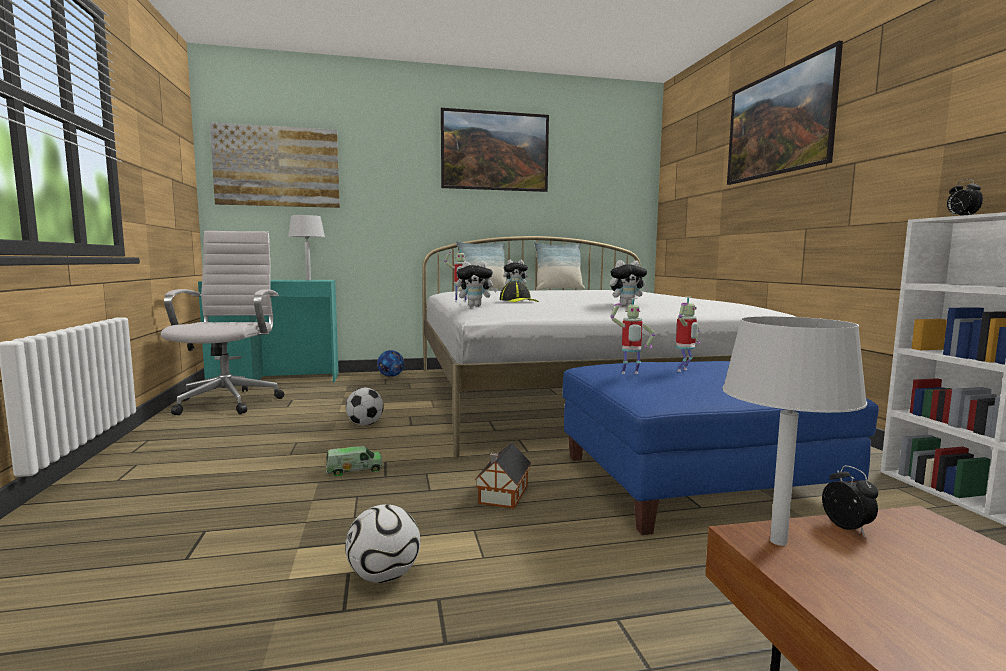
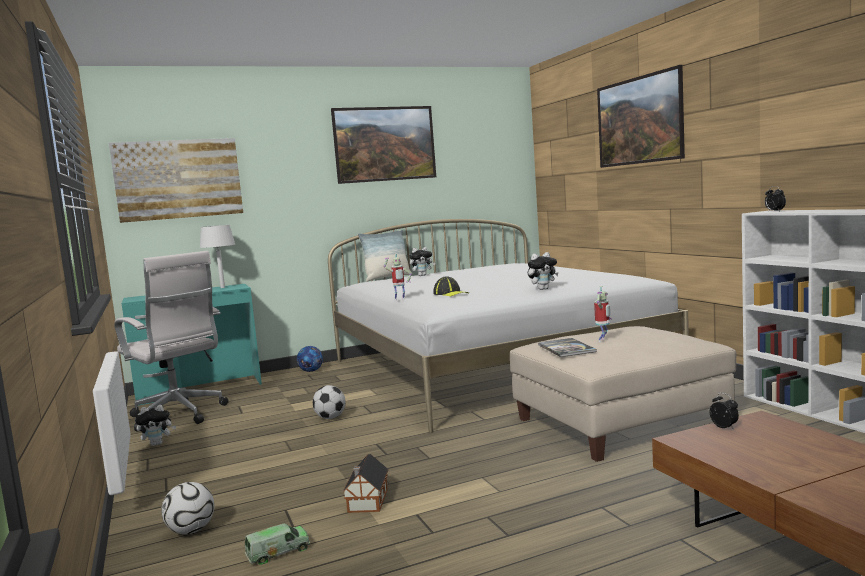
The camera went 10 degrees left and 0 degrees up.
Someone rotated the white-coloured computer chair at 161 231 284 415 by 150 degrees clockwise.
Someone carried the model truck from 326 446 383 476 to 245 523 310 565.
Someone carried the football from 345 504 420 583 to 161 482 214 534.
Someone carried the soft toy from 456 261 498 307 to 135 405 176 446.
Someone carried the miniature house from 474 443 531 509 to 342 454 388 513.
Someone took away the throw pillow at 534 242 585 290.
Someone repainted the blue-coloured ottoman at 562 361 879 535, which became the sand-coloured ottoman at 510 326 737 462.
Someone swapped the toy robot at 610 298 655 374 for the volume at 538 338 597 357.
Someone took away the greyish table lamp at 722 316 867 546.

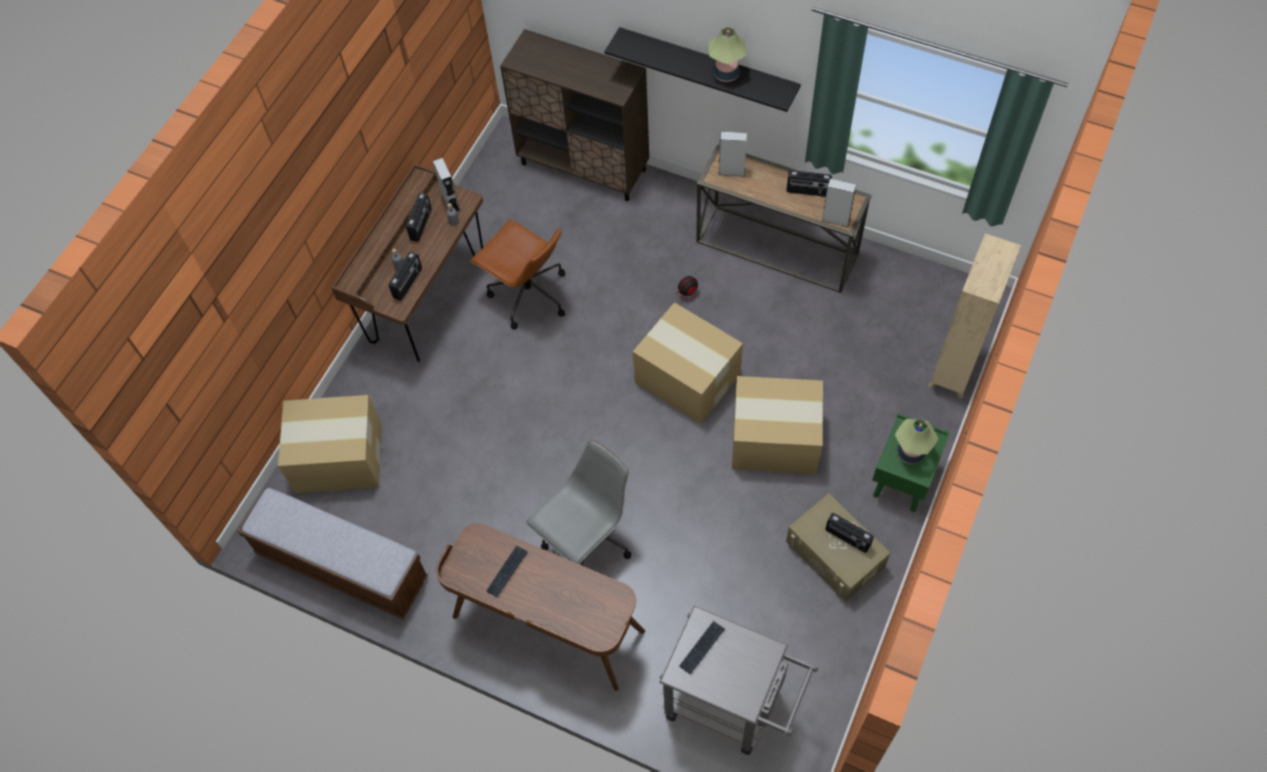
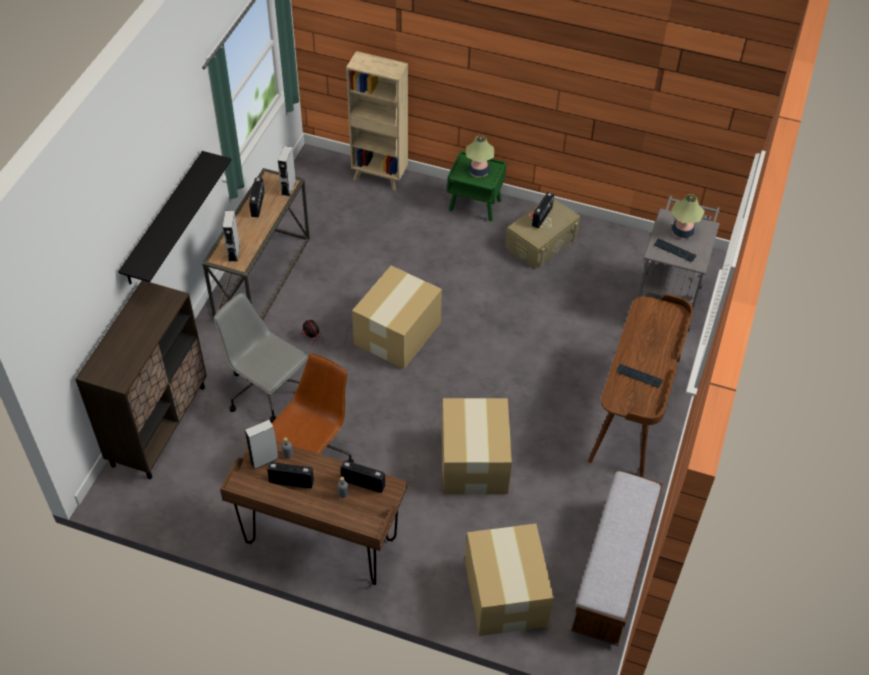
The camera went 100 degrees left and 10 degrees down.
Someone carried the greyish computer chair from 526 440 631 566 to 214 293 308 423.
Someone carried the table lamp from 709 27 746 82 to 671 194 704 239.
Someone carried the carton from 732 376 823 474 to 442 398 512 494.

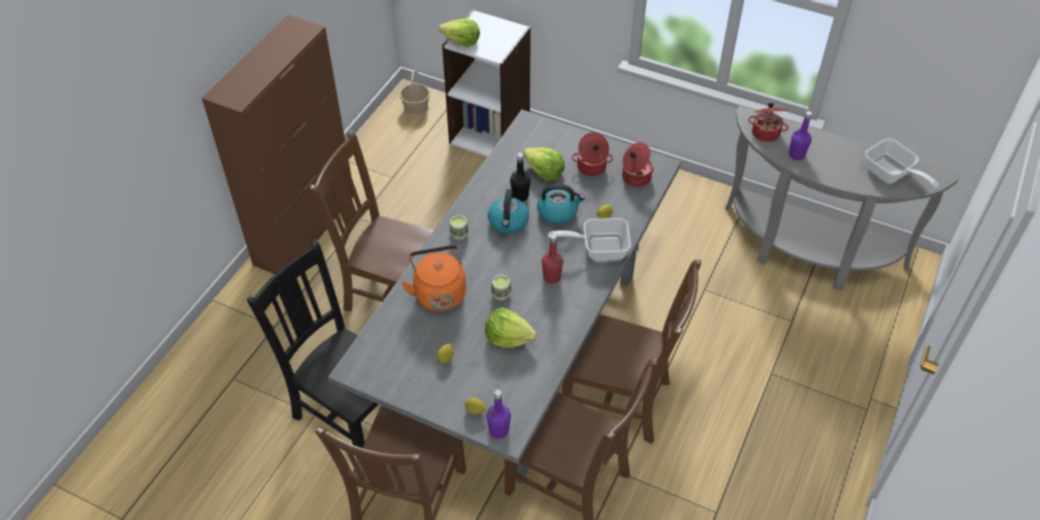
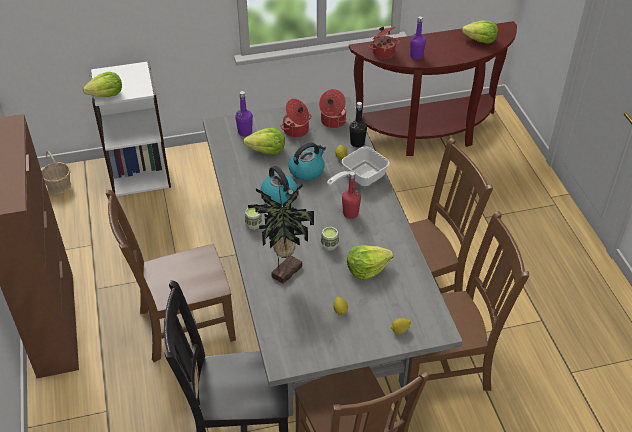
The camera went 40 degrees left and 5 degrees down.
Someone swapped the orange-coloured water kettle at 401 245 466 312 for the potted plant at 248 181 314 284.
Someone carried the purple drink bottle from 486 390 511 439 to 235 91 253 137.
Someone carried the blackish drink bottle from 510 153 530 202 to 350 102 367 147.
Someone repainted the greyish console table at 725 106 961 290, which became the brownish console table at 349 21 517 156.
Someone swapped the frying pan at 865 139 939 189 for the lettuce at 462 21 498 44.

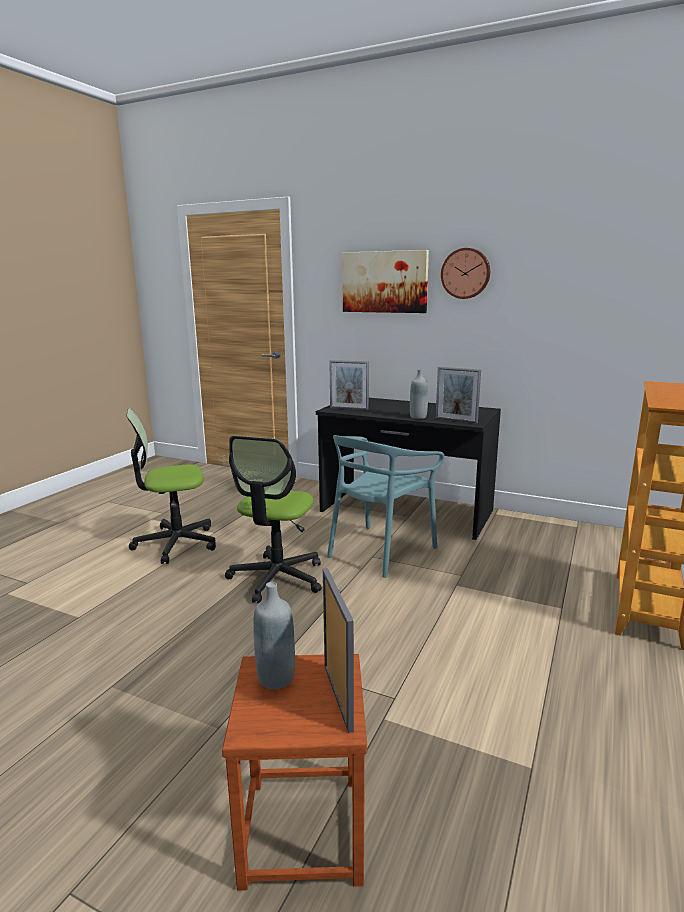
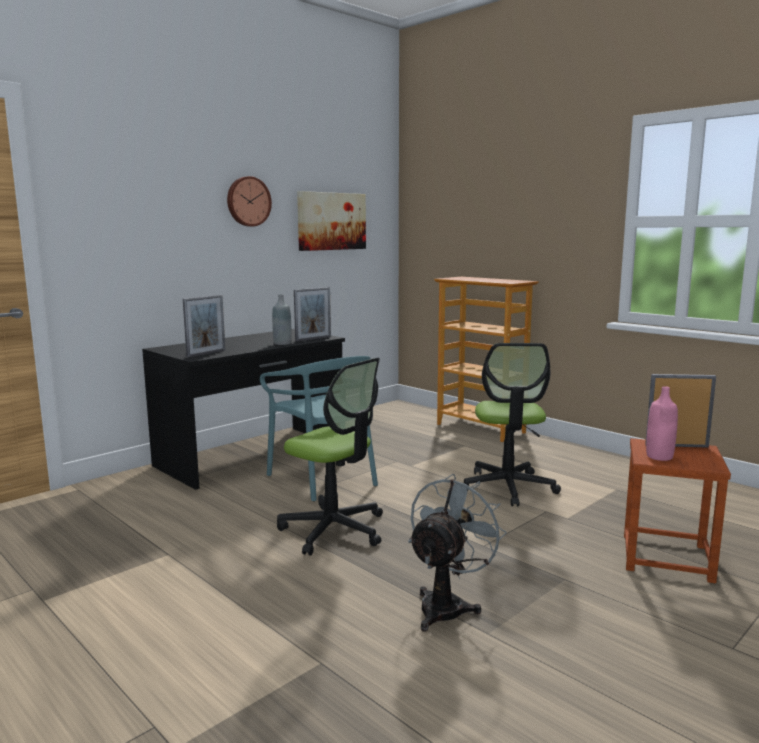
The camera went 70 degrees left and 5 degrees down.
Someone carried the computer chair from 126 408 216 564 to 464 343 561 507.
Someone repainted the greyish drink bottle at 253 582 295 689, which became the pinkish drink bottle at 646 386 678 461.
Someone carried the wall art from 342 250 429 313 to 297 191 366 251.
Someone put down the greyish electric fan at 408 474 507 632.

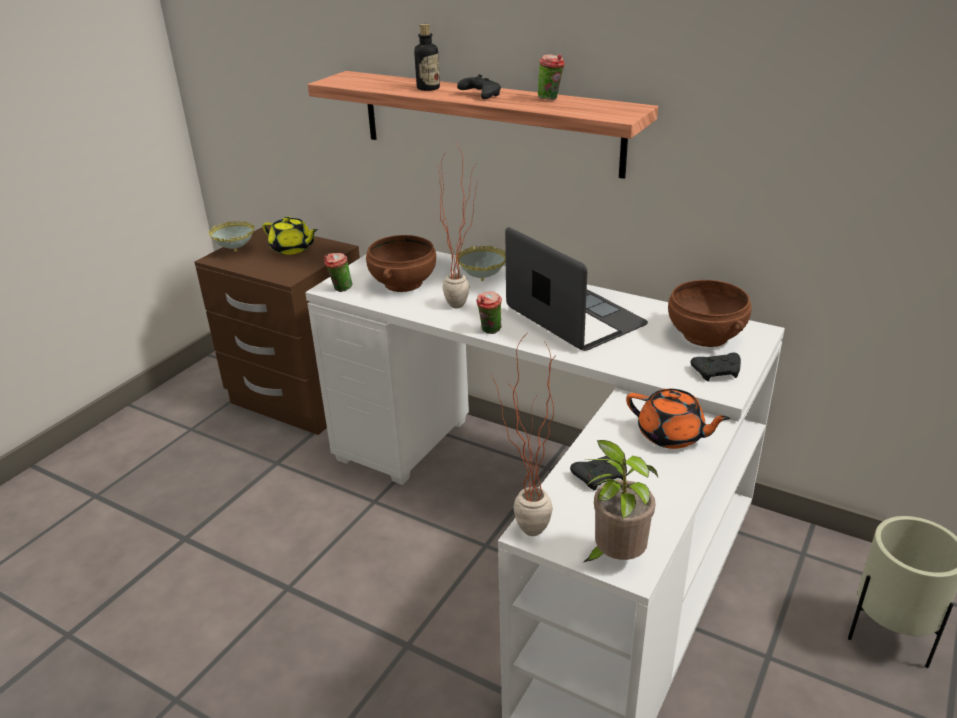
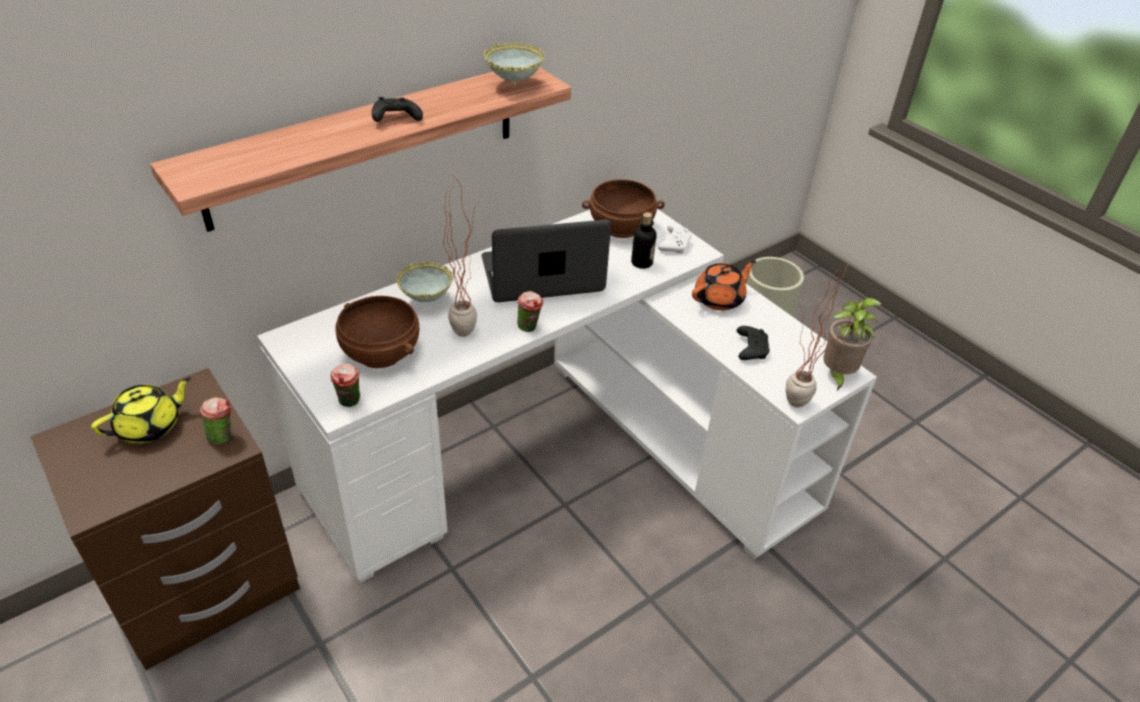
The camera went 70 degrees left and 10 degrees up.
Someone carried the serving bowl from 208 221 254 252 to 484 42 545 86.
Someone carried the drink bottle from 414 24 440 91 to 631 212 657 269.
Someone carried the small cup from 538 54 565 100 to 200 397 231 444.
Someone repainted the blackish joypad at 691 353 741 381, which became the white-coloured joypad at 658 224 692 253.

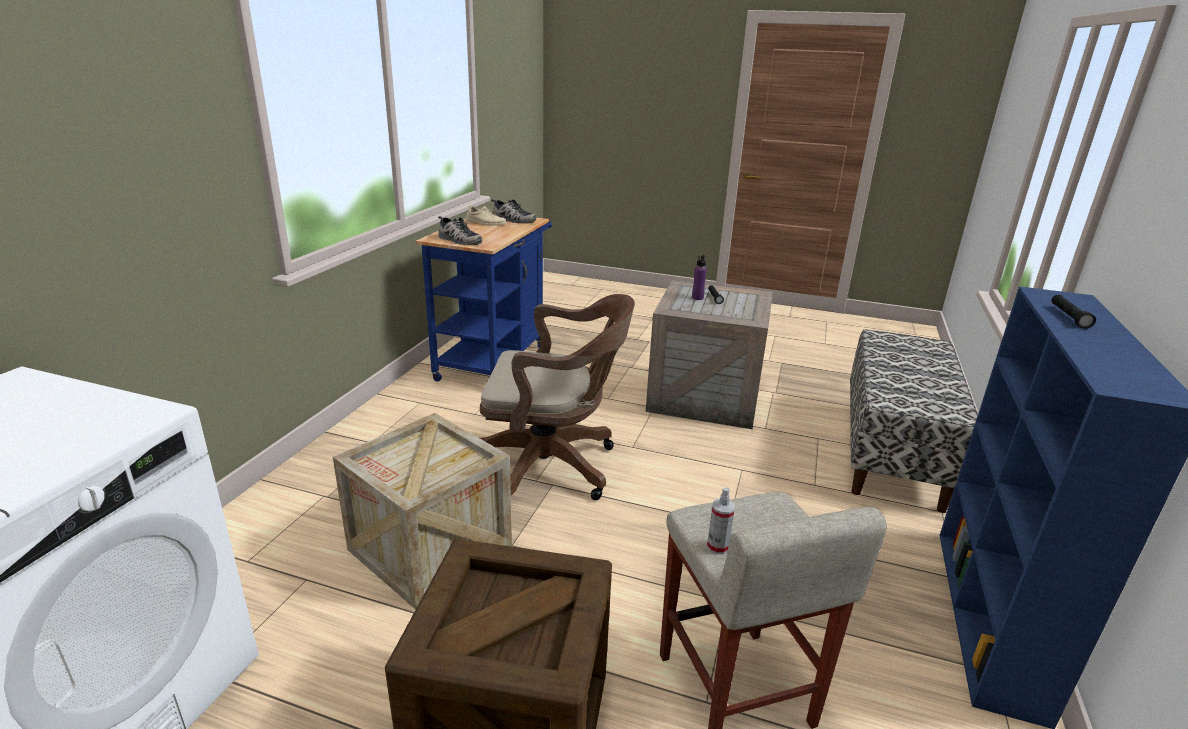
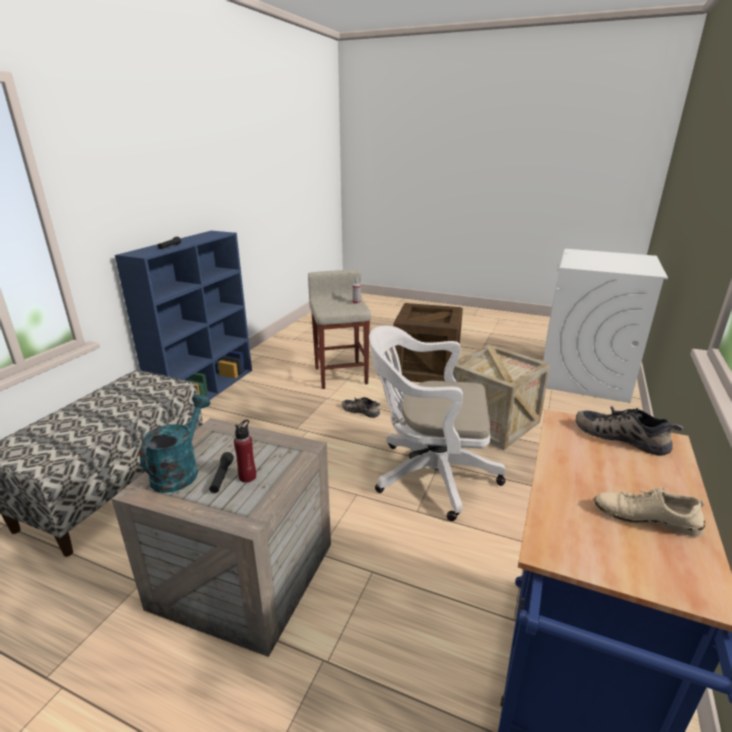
The camera went 175 degrees left and 0 degrees up.
Someone repainted the brownish computer chair at 480 294 635 500, which became the white-coloured computer chair at 369 326 505 521.
Someone carried the shoe from 491 199 536 223 to 342 397 381 418.
Someone repainted the purple drink bottle at 692 255 707 300, which became the red-coloured drink bottle at 234 420 256 483.
Someone put down the blue-green sprinkling can at 139 395 210 493.

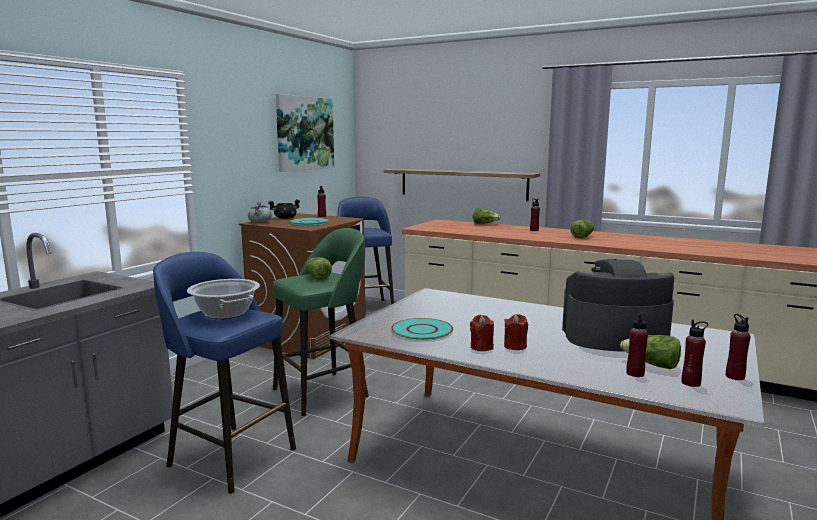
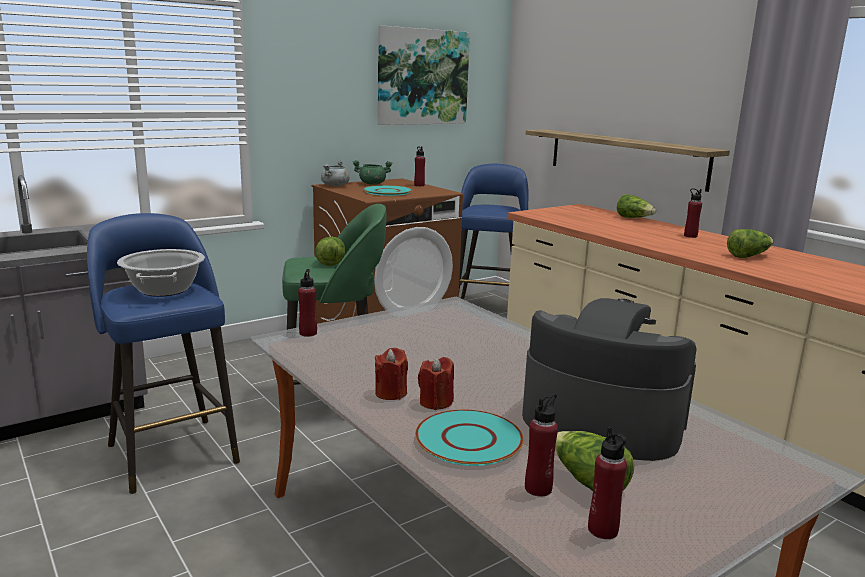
The camera went 25 degrees right and 5 degrees up.
Someone repainted the blackish stockpot at 268 199 300 219, which became the greenish stockpot at 353 160 392 185.
Someone carried the blue-green flat dish from 391 318 453 341 to 415 410 524 466.
Someone carried the red-coloured drink bottle from 726 314 751 380 to 298 269 317 337.

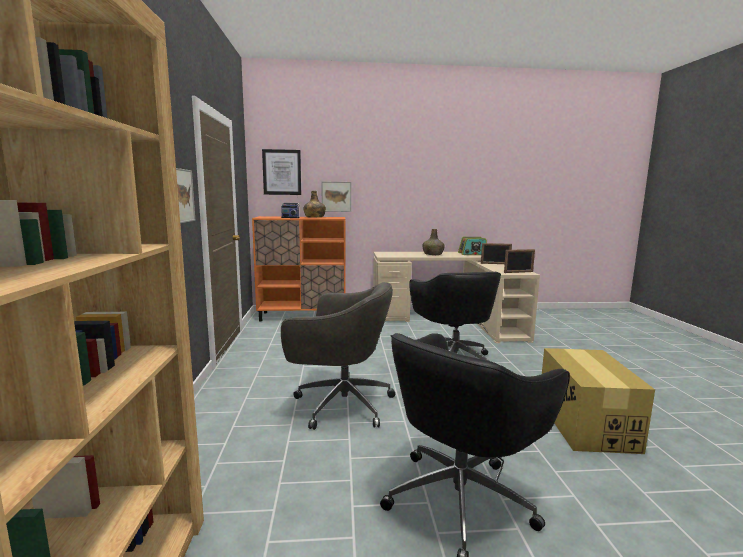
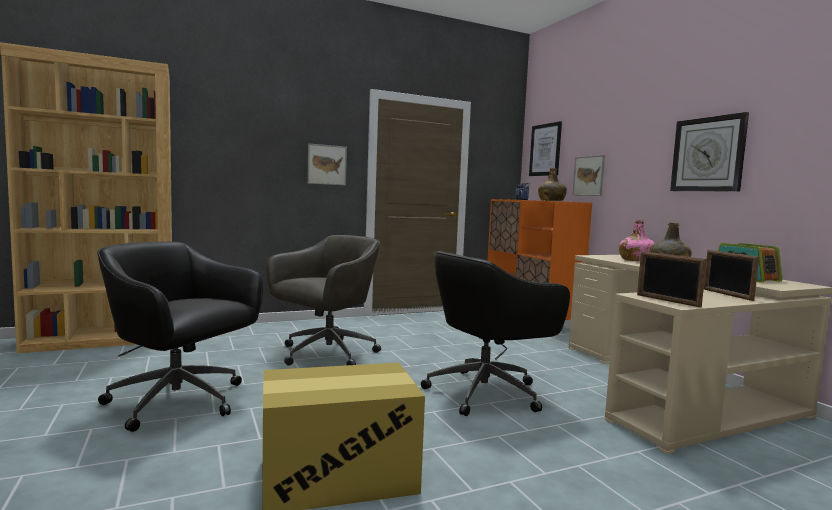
The camera went 70 degrees right and 5 degrees down.
Someone rotated the greyish computer chair at 281 282 395 430 by 135 degrees counterclockwise.
Someone put down the pinkish drink bottle at 619 220 655 261.
Someone put up the wall clock at 670 112 749 192.

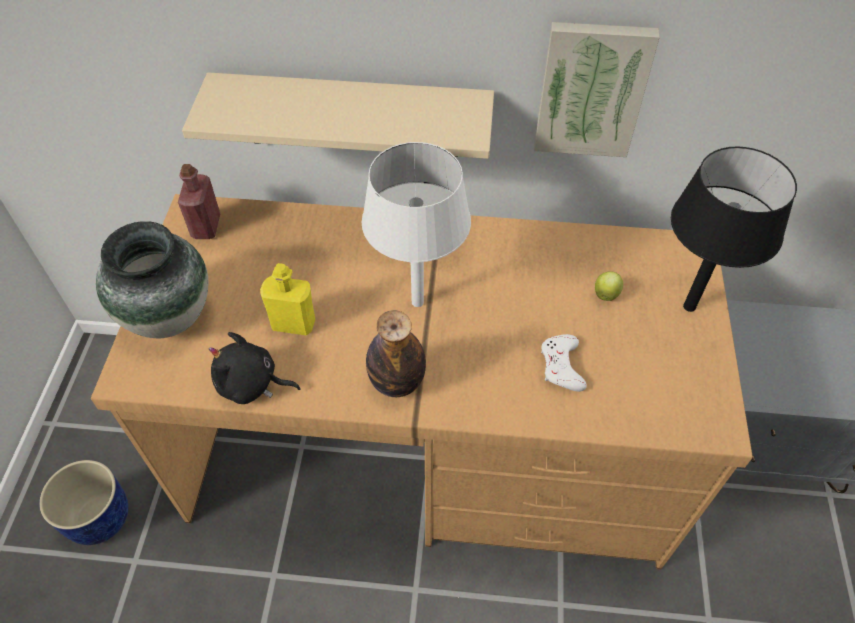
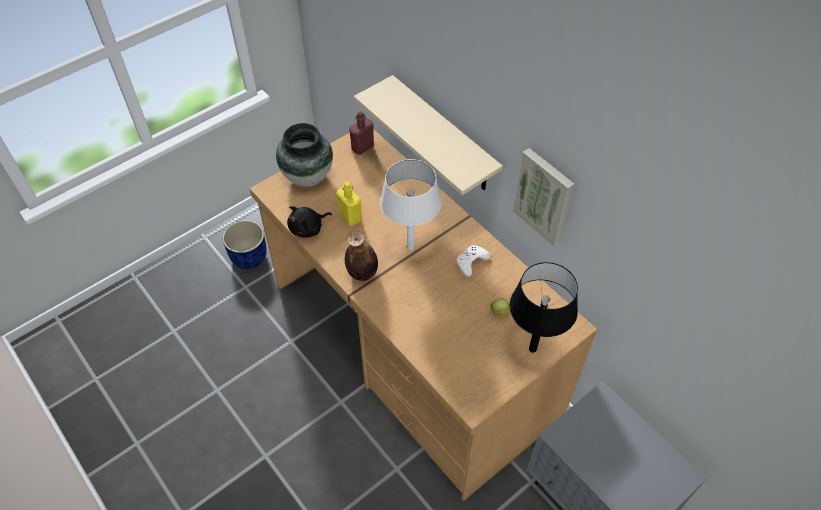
The camera went 45 degrees right and 0 degrees up.
Someone rotated the blackish soft toy at 209 332 301 404 by 90 degrees counterclockwise.
Someone carried the white-coloured joypad from 541 334 587 392 to 457 245 491 277.

